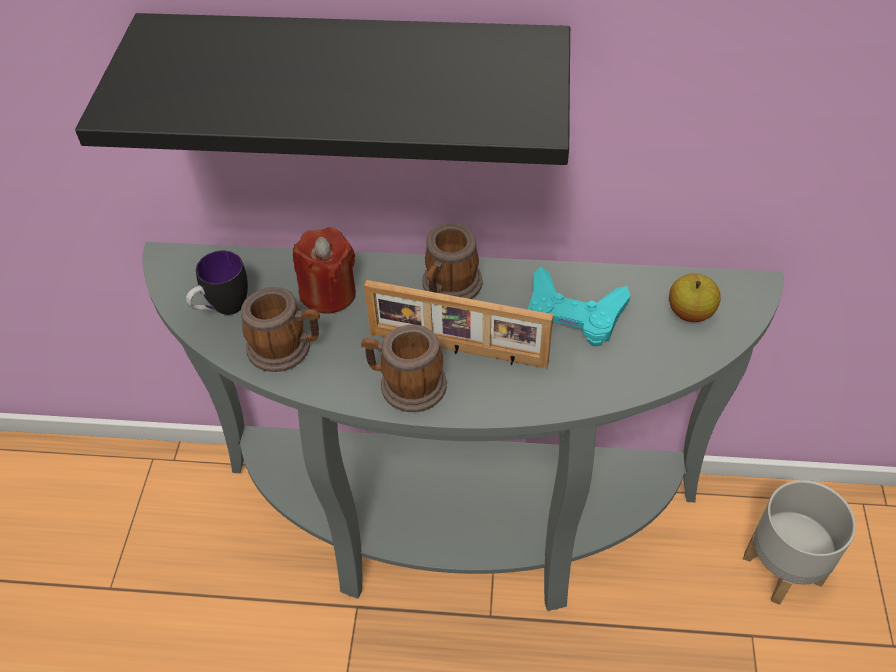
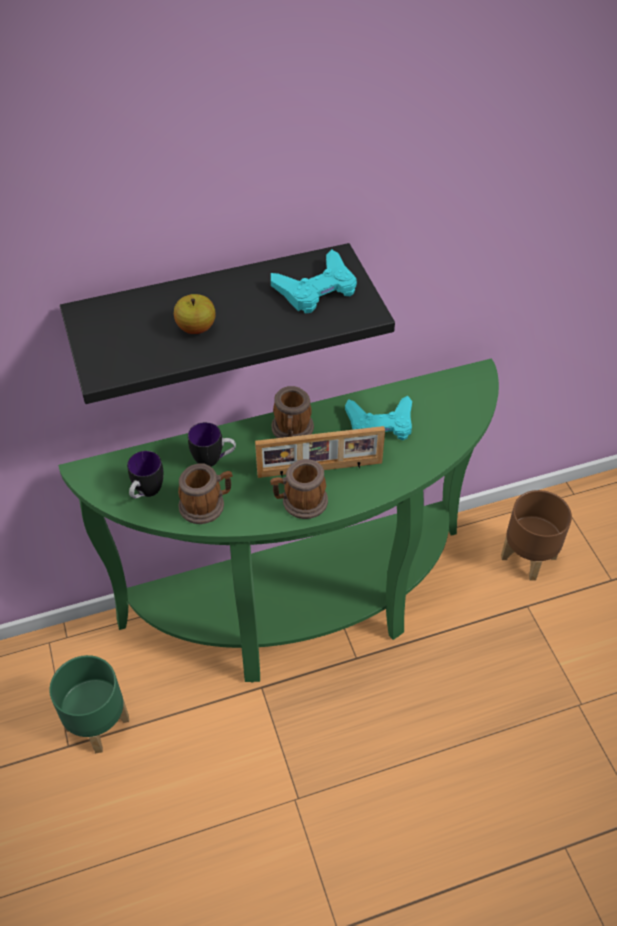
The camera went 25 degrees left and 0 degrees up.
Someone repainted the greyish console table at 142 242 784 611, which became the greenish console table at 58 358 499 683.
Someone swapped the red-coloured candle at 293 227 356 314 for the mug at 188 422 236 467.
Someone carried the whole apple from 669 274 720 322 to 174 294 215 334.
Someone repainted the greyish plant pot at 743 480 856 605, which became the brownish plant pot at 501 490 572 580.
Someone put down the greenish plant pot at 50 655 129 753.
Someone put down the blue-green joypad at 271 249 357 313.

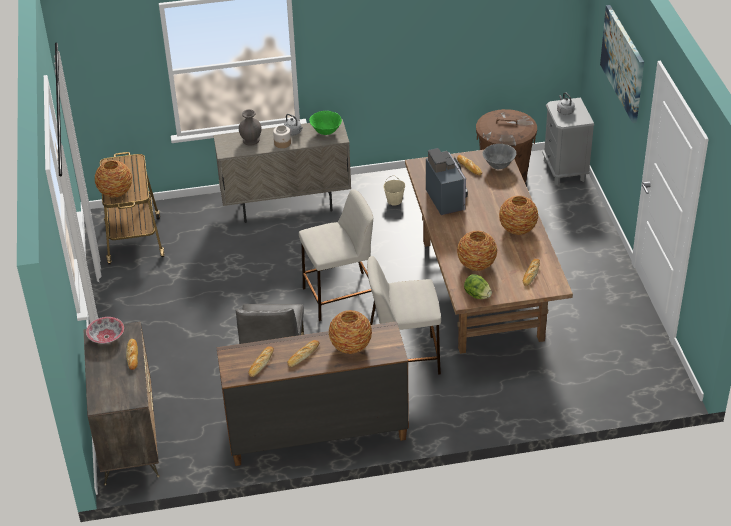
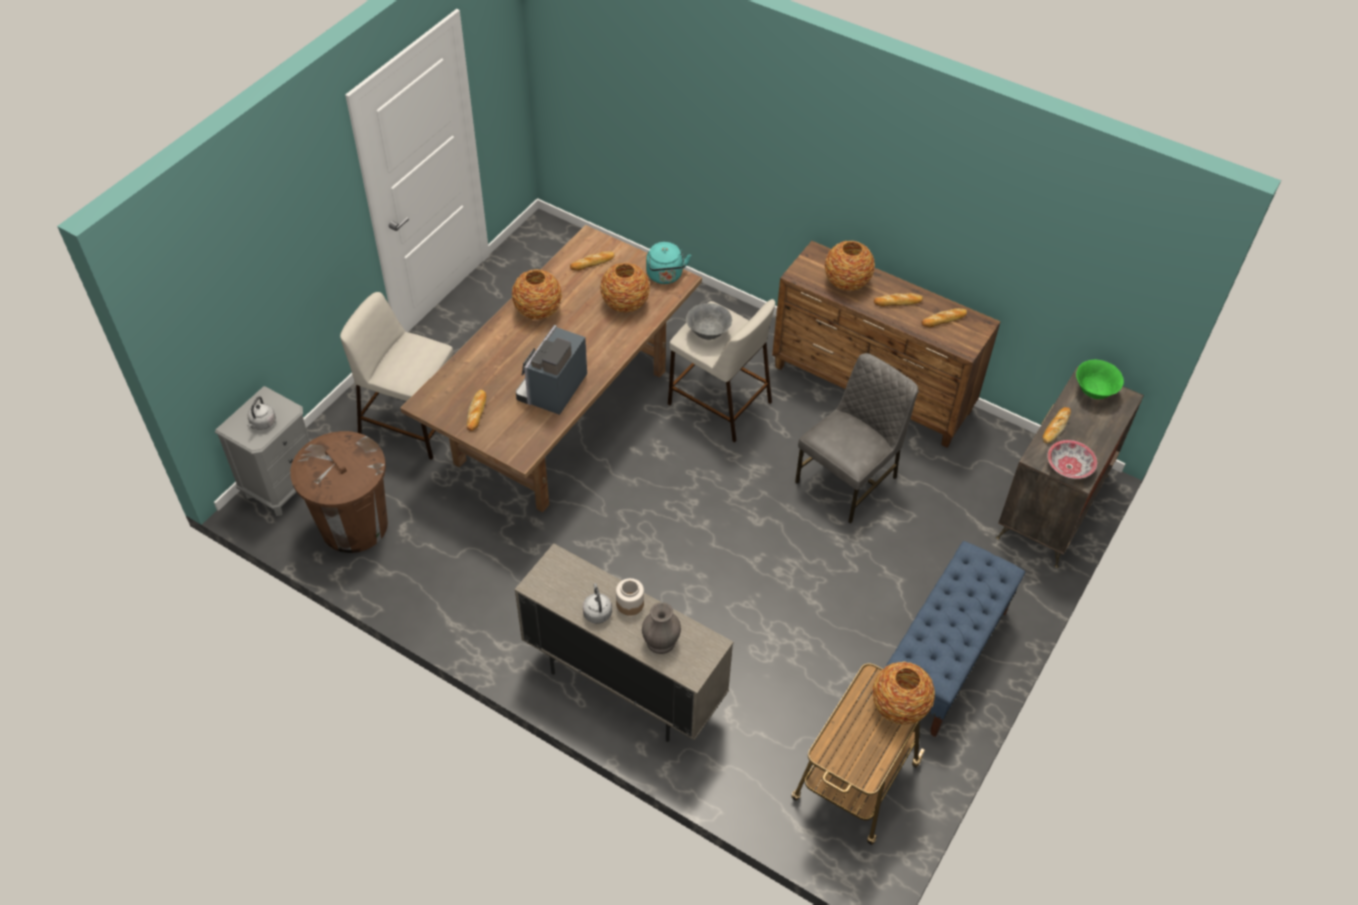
The camera went 140 degrees left and 10 degrees up.
Someone carried the sand-coloured stool from 299 189 373 321 to 340 292 454 460.
Someone carried the greenish serving bowl from 309 111 342 135 to 1076 360 1124 399.
Someone took away the sand-coloured bucket at 383 176 405 205.
Someone swapped the lettuce at 464 274 492 299 for the blue-green water kettle at 646 242 691 284.
Someone carried the greyish serving bowl from 482 144 516 169 to 686 303 732 340.
Someone took away the wall art at 600 5 644 123.
Someone put down the blue-coloured bench at 886 541 1025 737.

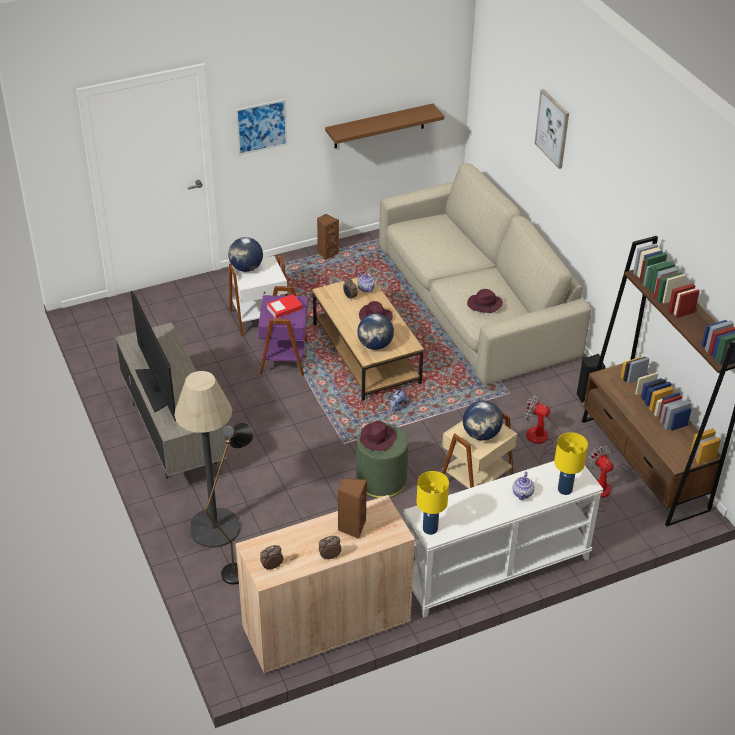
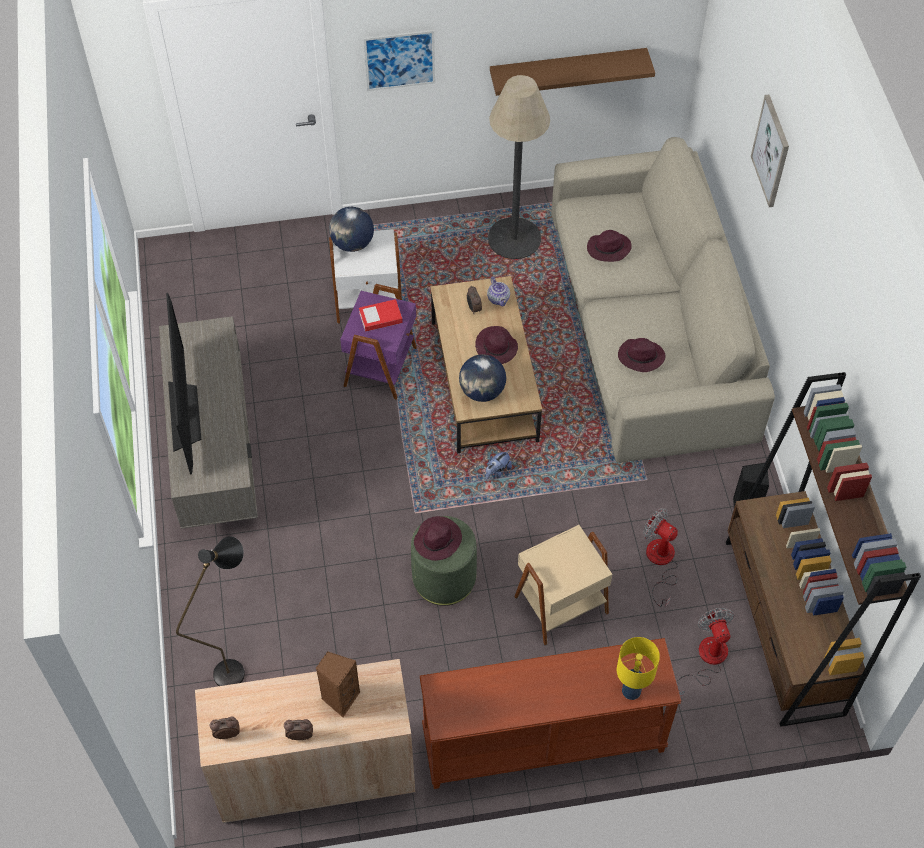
The camera went 15 degrees right and 15 degrees up.
Someone carried the floor lamp from 174 371 240 548 to 488 75 550 259.
Someone took away the brownish loudspeaker at 317 214 339 260.
Someone repainted the white-coloured console table at 403 461 604 617, which became the brownish console table at 420 638 681 789.
Someone took away the yellow table lamp at 417 471 449 535.
Someone took away the world globe at 463 400 503 440.
Someone took away the teapot at 512 472 535 500.
Someone put down the purple wearable hat at 587 230 632 262.

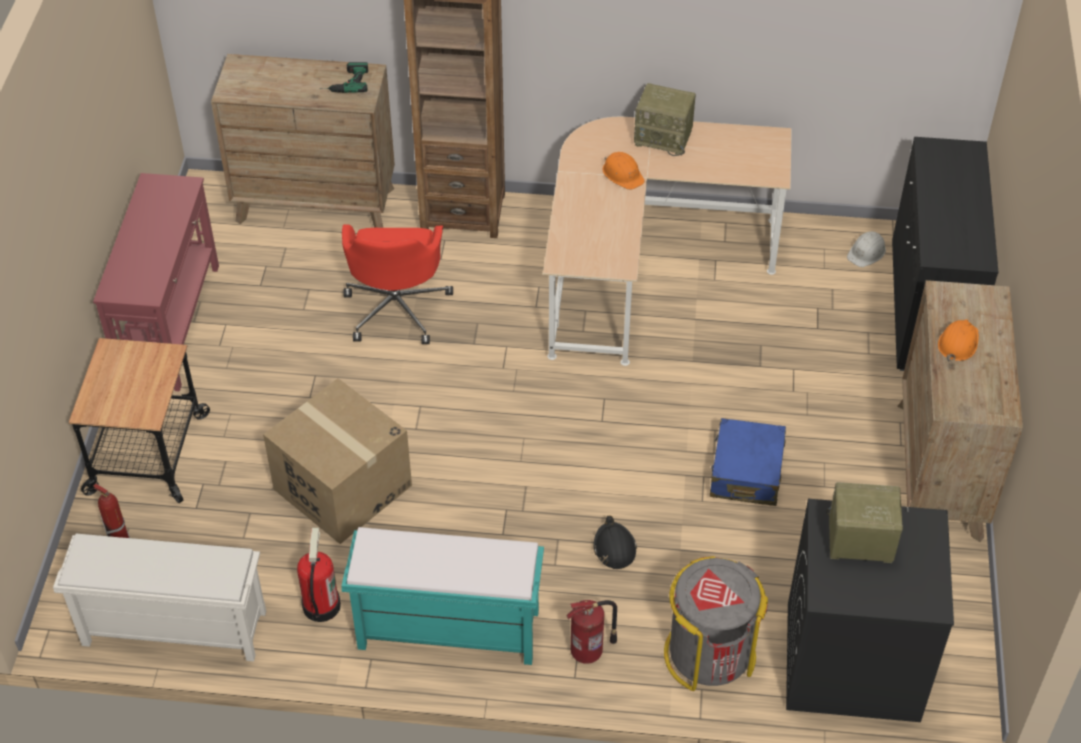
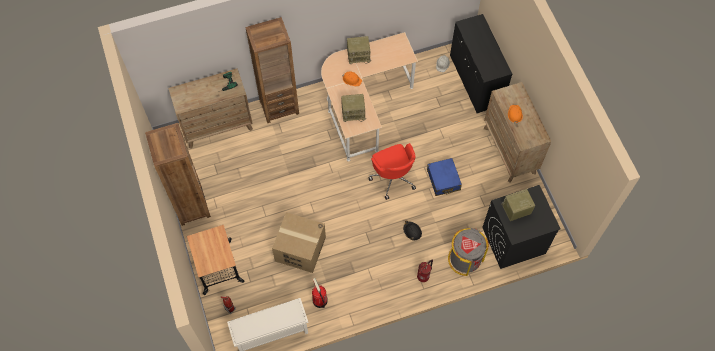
The camera went 25 degrees left and 15 degrees up.
Someone swapped the red-coloured console table at 93 173 219 392 for the brownish bookshelf at 145 123 211 226.
Someone took away the blue-green bench at 341 527 544 665.
Someone carried the red-coloured computer chair from 342 224 453 344 to 369 143 416 200.
Someone put down the radio set at 341 94 366 122.

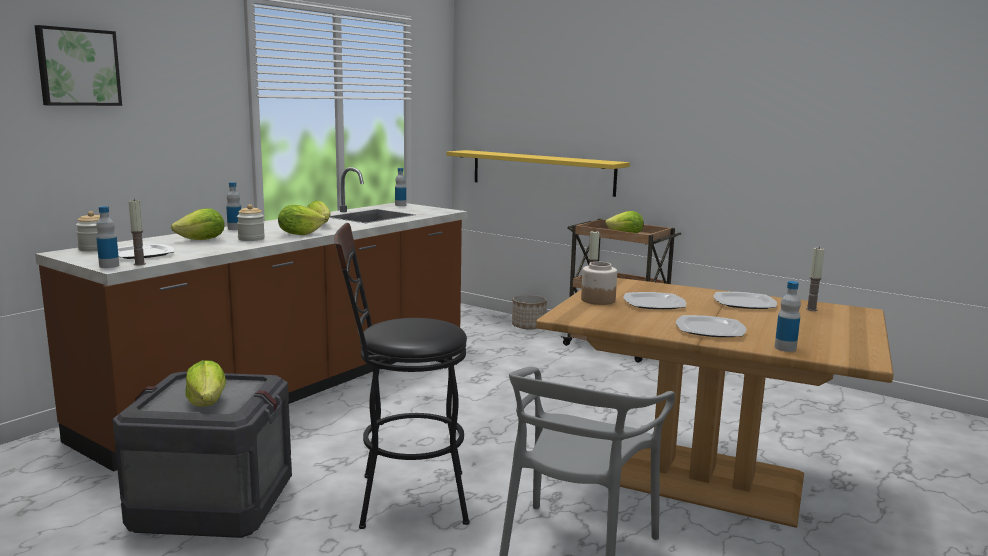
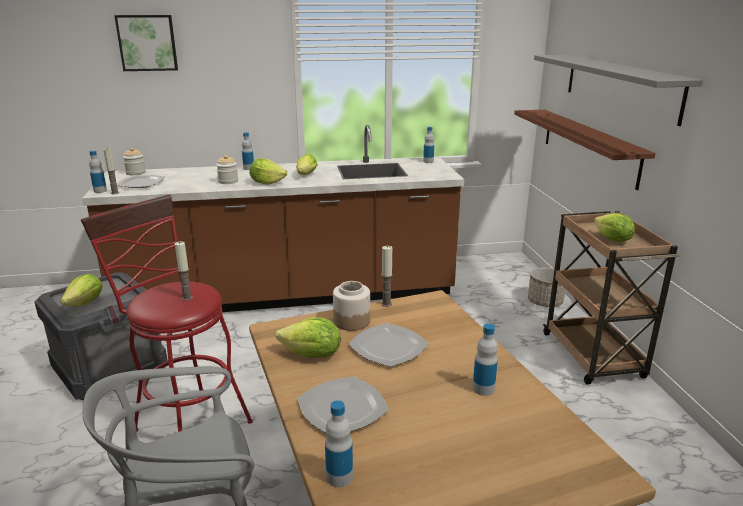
The camera went 45 degrees right and 10 degrees up.
Someone carried the lettuce from 171 208 225 240 to 276 317 341 358.
Someone repainted the blackish stool at 334 223 469 529, which became the red-coloured stool at 81 195 253 432.
Someone repainted the yellow wall shelf at 447 150 630 197, which became the brownish wall shelf at 514 110 655 190.
Someone swapped the flat dish at 714 292 777 309 for the drink bottle at 473 323 498 396.
Someone carried the candle from 806 247 825 311 to 175 242 193 301.
Someone put up the greyish wall shelf at 534 55 703 126.

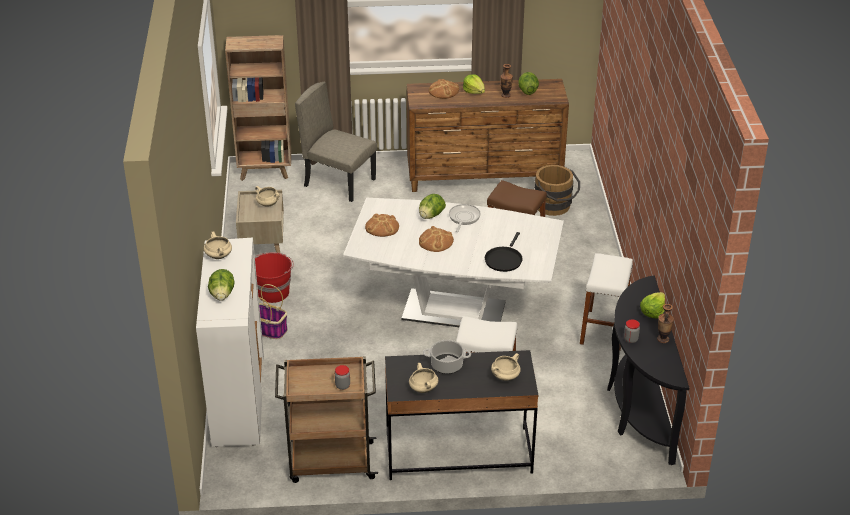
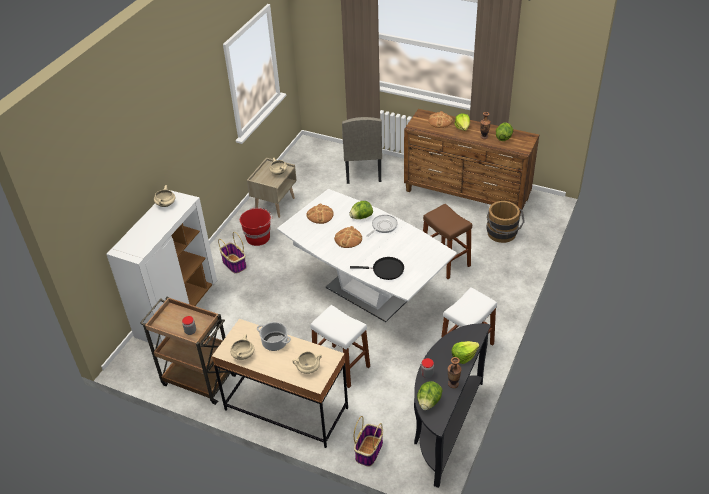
The camera went 30 degrees right and 5 degrees up.
Someone carried the lettuce from 208 269 235 301 to 417 381 443 410.
Someone took away the brownish bookshelf at 225 35 291 181.
Someone rotated the sand-coloured upright chair at 295 82 377 202 by 150 degrees counterclockwise.
Someone repainted the blackish desk at 385 350 538 480, which became the sand-coloured desk at 212 319 348 448.
Someone rotated the blackish frying pan at 485 232 523 272 by 135 degrees counterclockwise.
Someone put down the basket at 354 416 383 467.

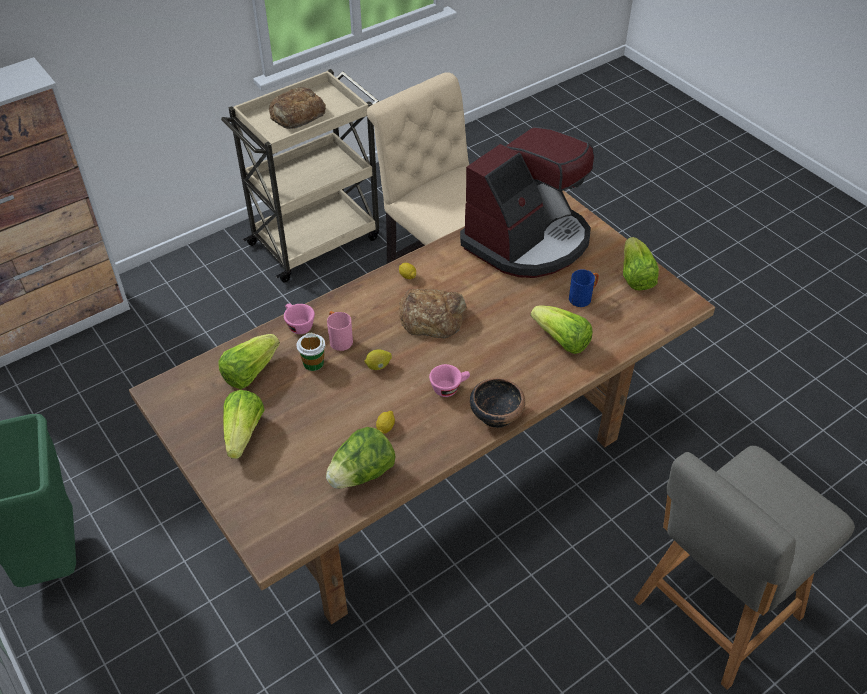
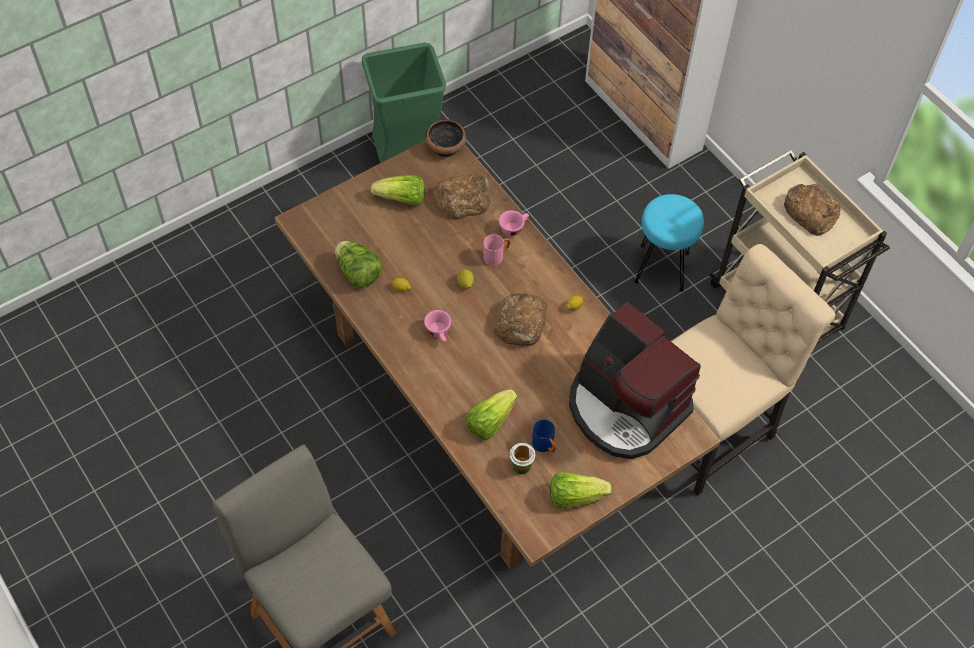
The camera went 90 degrees right and 10 degrees up.
Someone swapped the lettuce at 218 334 280 389 for the bread at 433 173 490 220.
Someone carried the small cup from 297 333 325 371 to 510 443 535 474.
Someone carried the serving bowl from 470 378 525 428 to 425 120 467 157.
Someone put down the blue-green stool at 634 194 704 292.

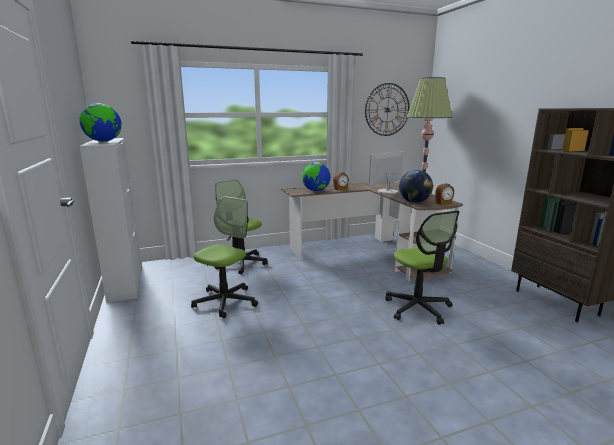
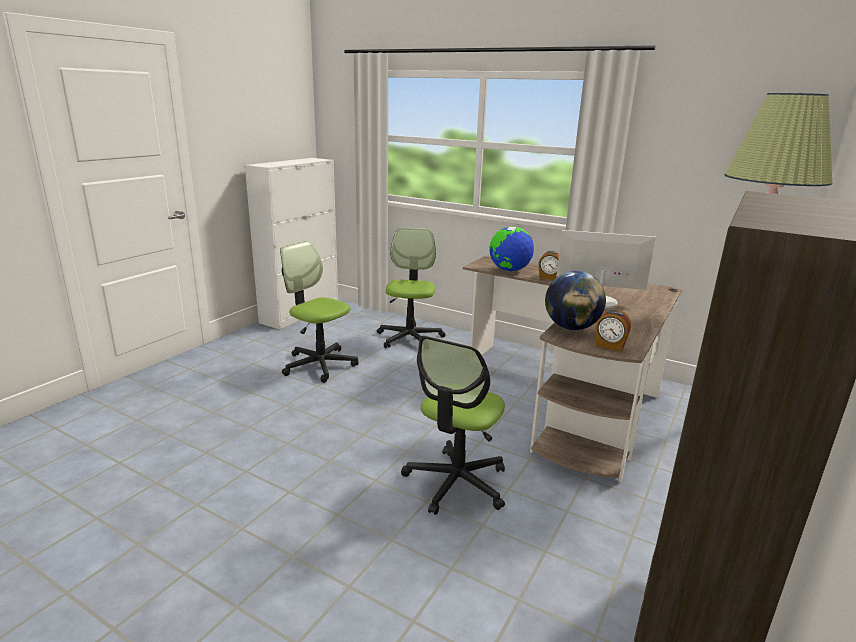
The camera went 50 degrees right and 5 degrees up.
Someone took away the world globe at 80 103 122 142.
Someone rotated the computer chair at 191 196 258 318 by 135 degrees counterclockwise.
Someone took away the wall clock at 365 83 409 136.

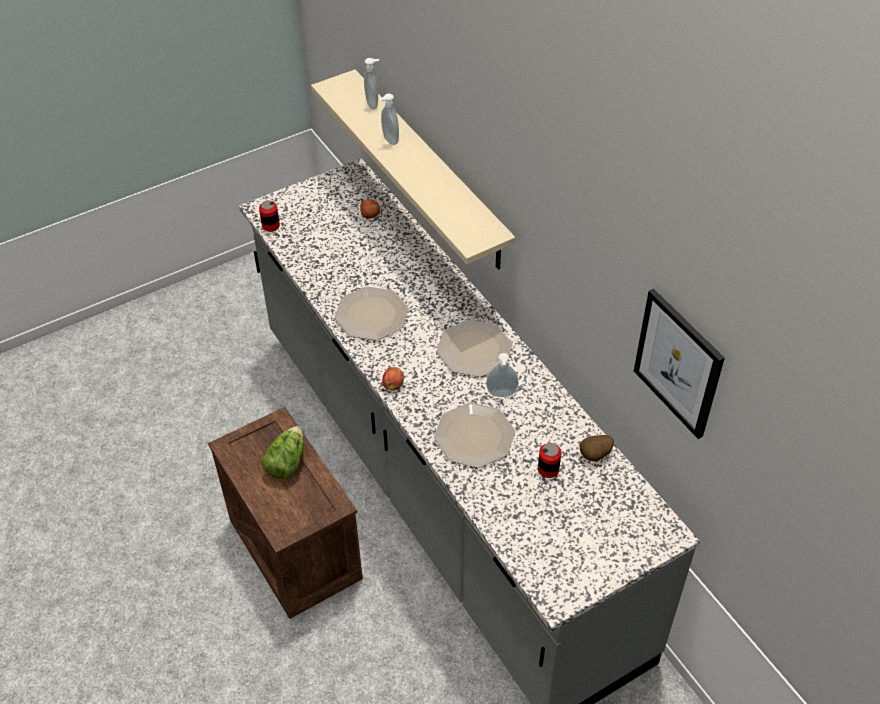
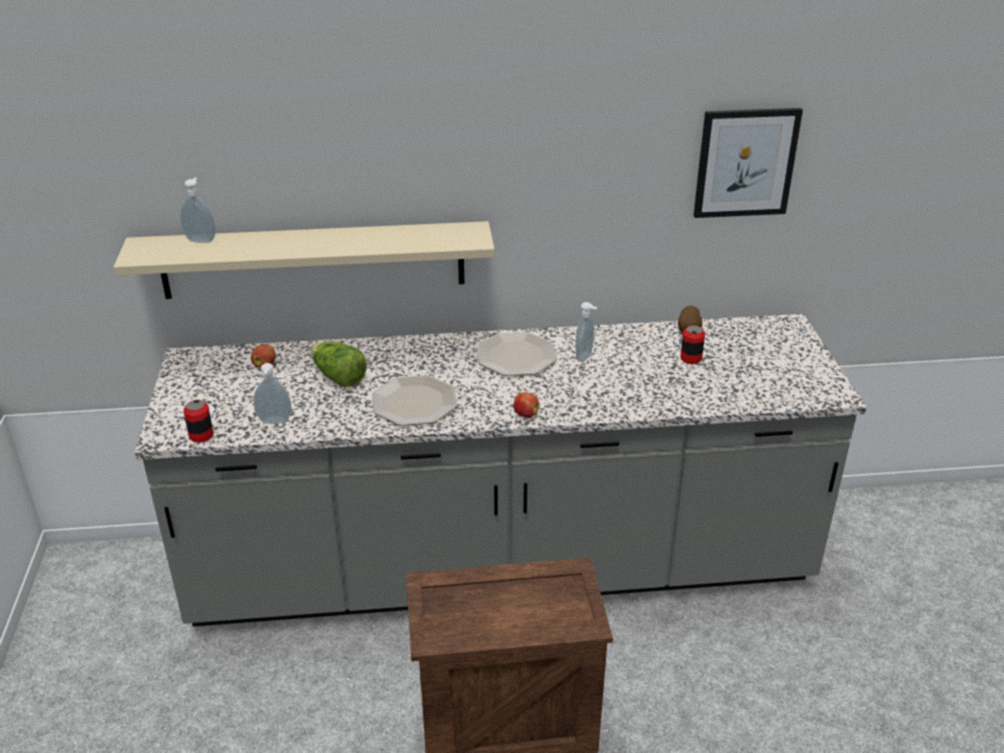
The camera went 65 degrees left and 15 degrees down.
Someone carried the lettuce from 261 426 304 479 to 311 342 367 387.
Someone carried the soap bottle from 380 93 399 145 to 254 363 292 424.
Someone took away the flat dish at 434 402 515 468.

